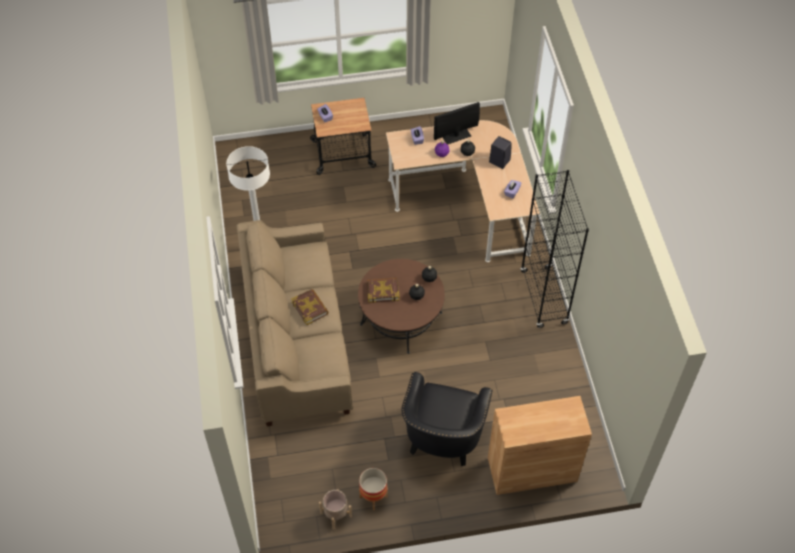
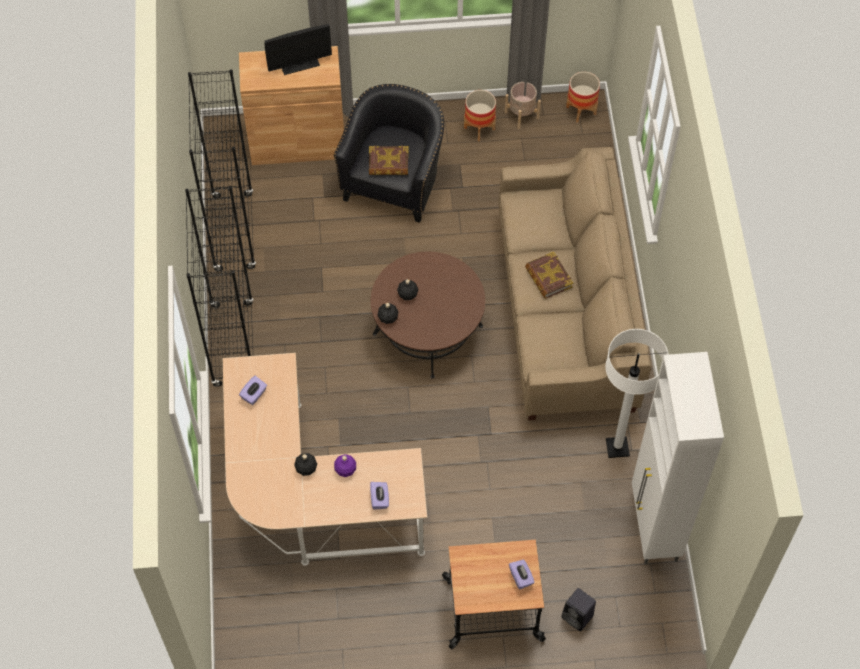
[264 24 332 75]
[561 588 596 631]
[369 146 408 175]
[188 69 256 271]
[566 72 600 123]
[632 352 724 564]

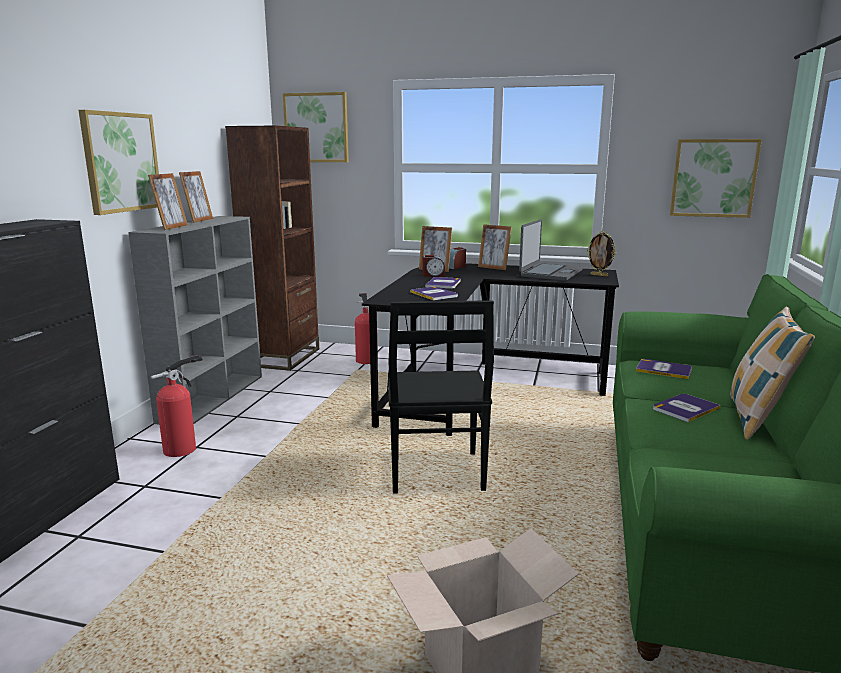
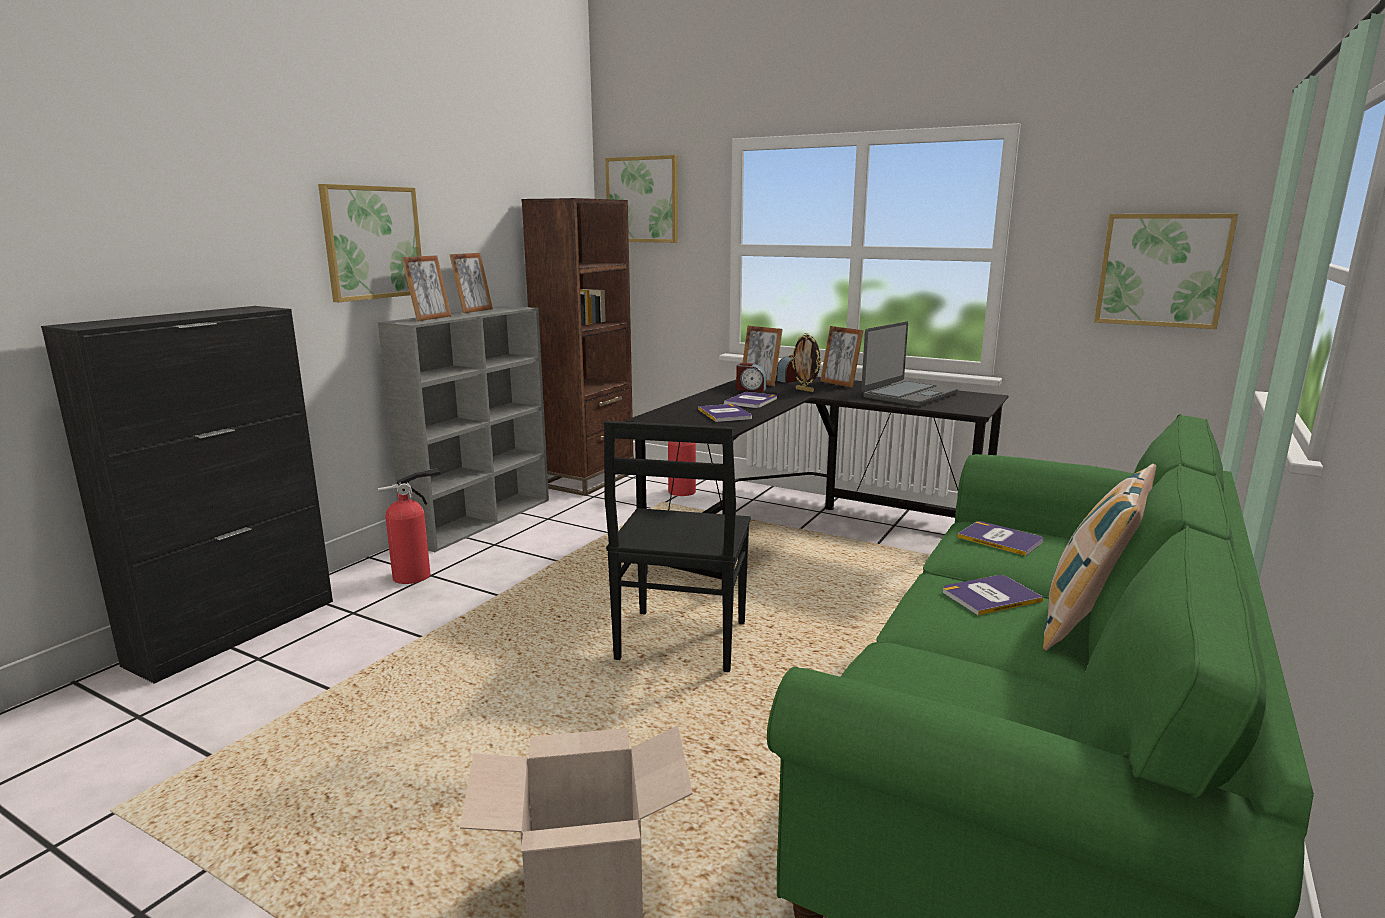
[791 333 821 392]

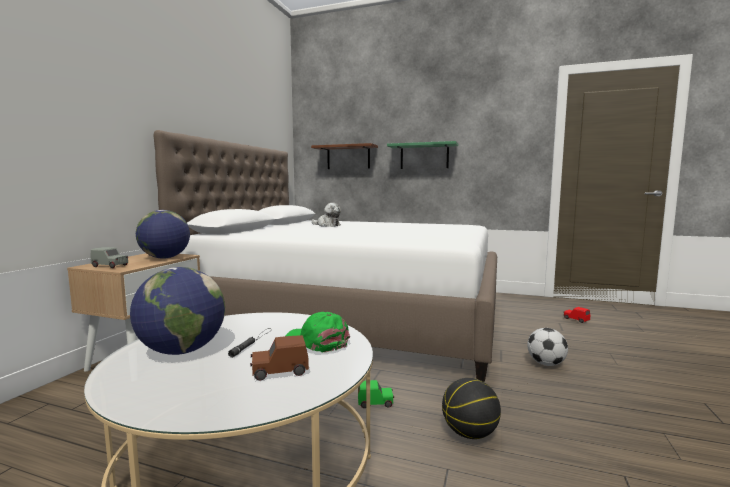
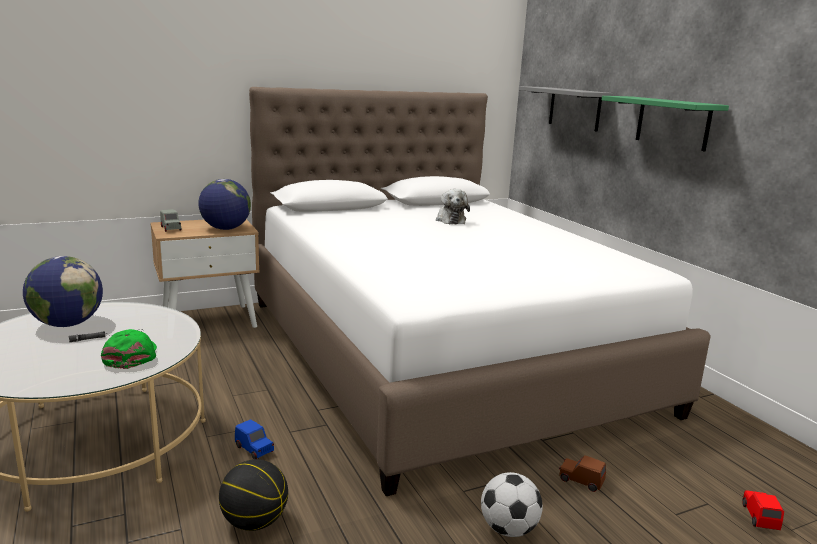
[519 86 613 132]
[559 455 606 492]
[235 420 274 459]

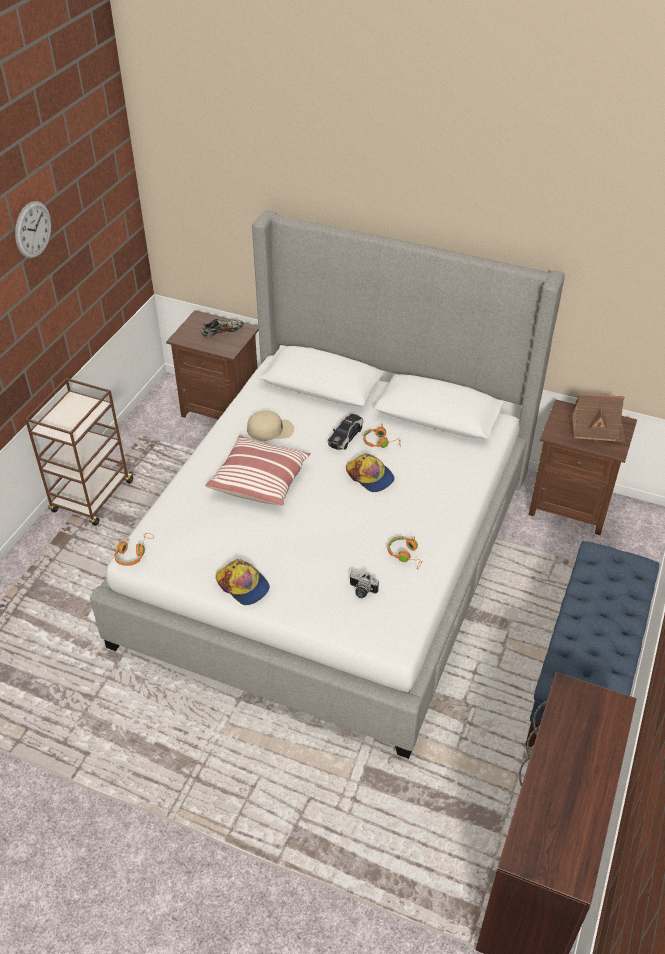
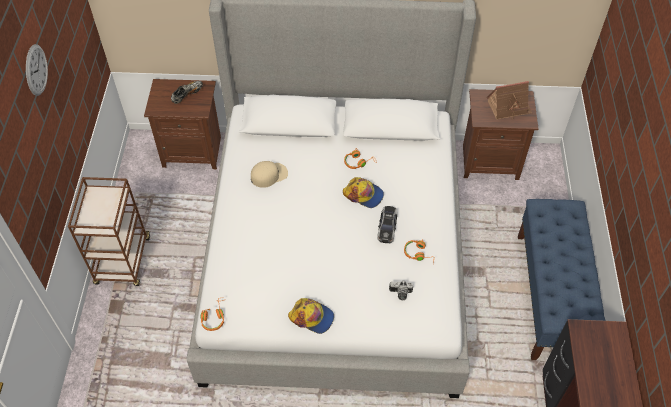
[377 206 397 244]
[205 435 311 506] (first image)

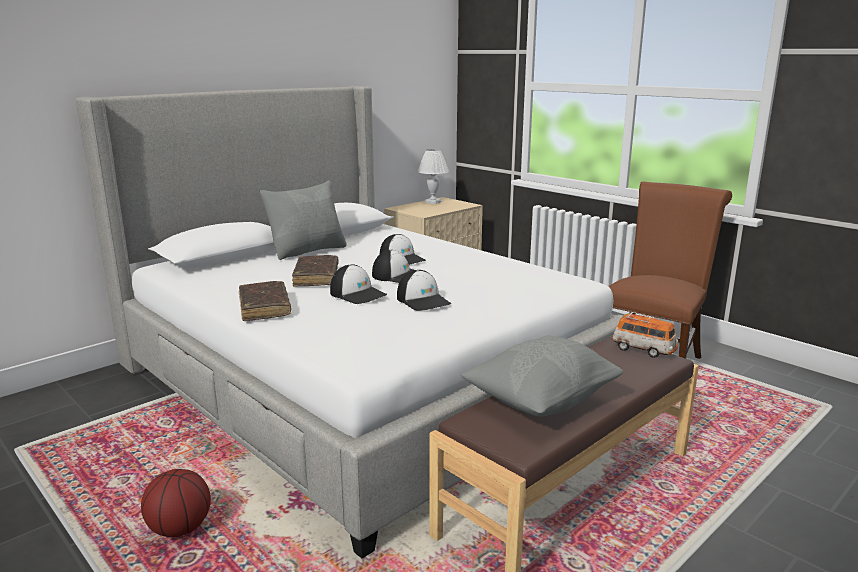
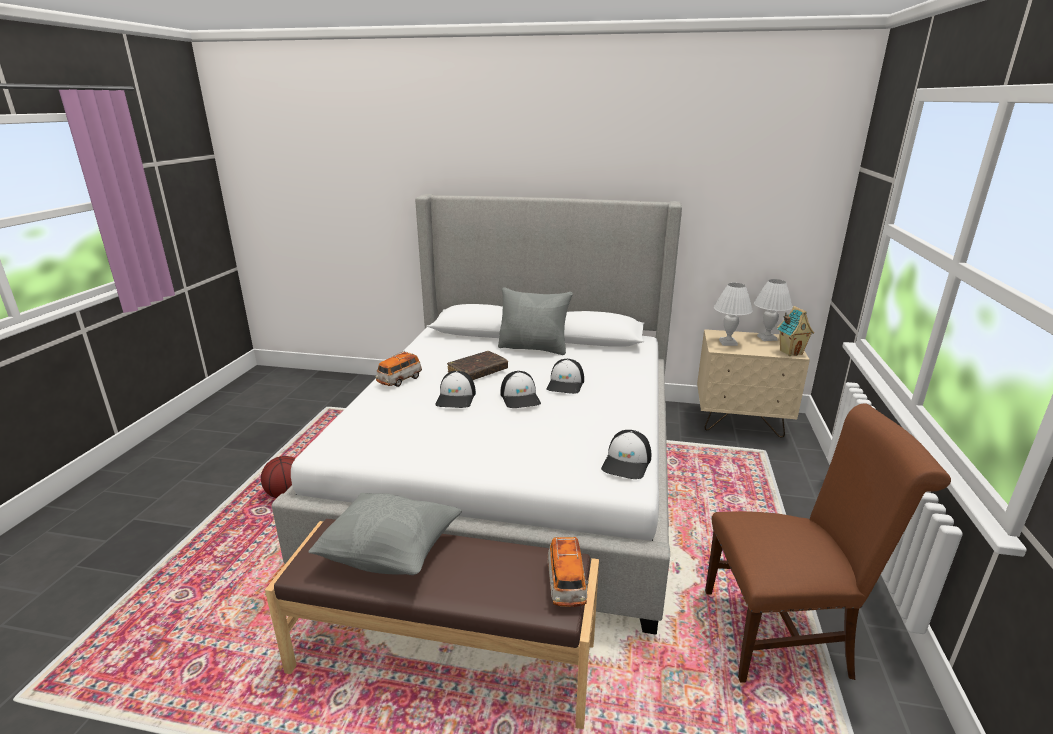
[601 430 651 479]
[376 351 422 387]
[714 283 753 346]
[777 306 814 356]

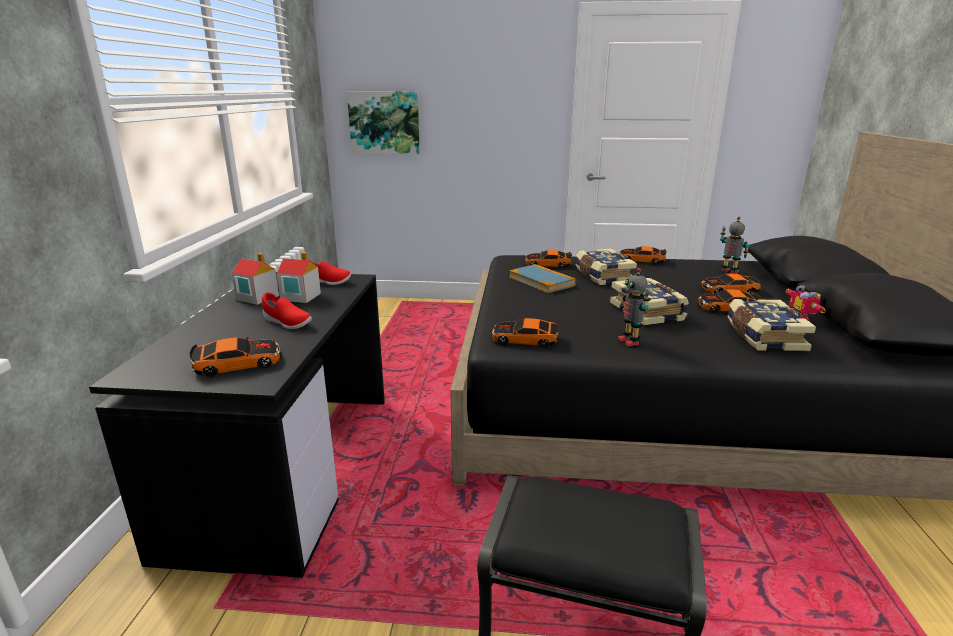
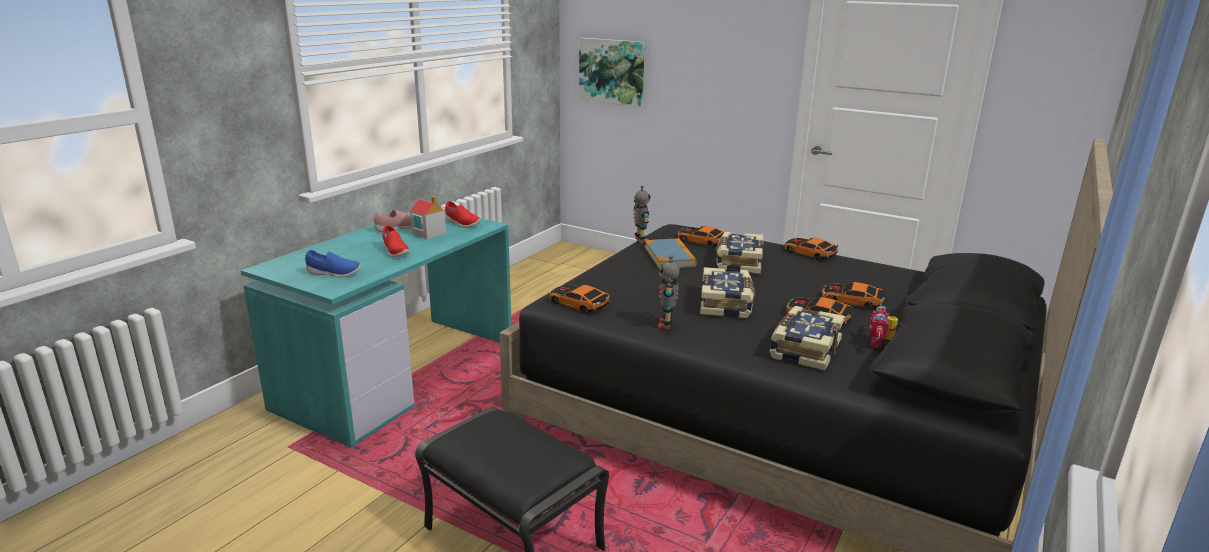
[633 185 651 243]
[374 210 411 232]
[241 212 511 447]
[305 250 361 278]

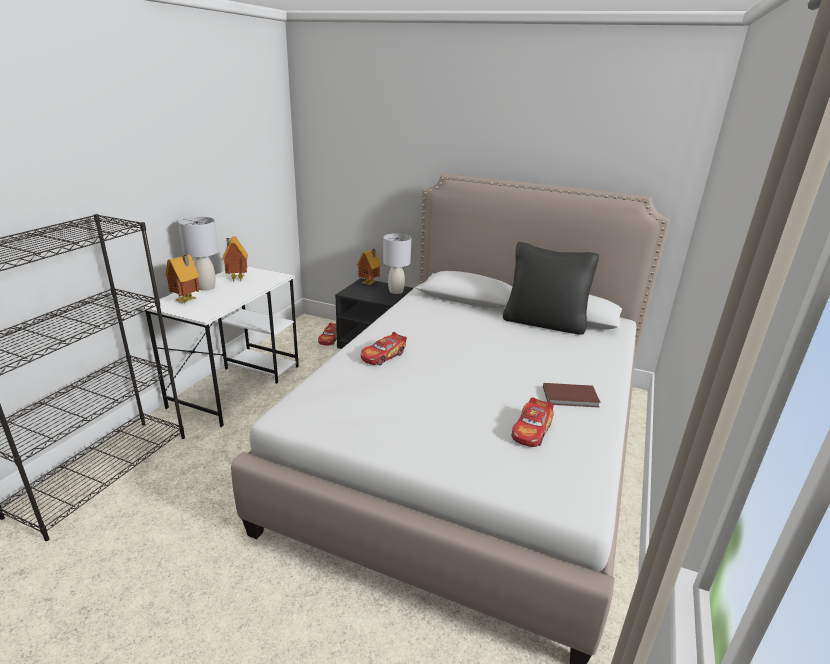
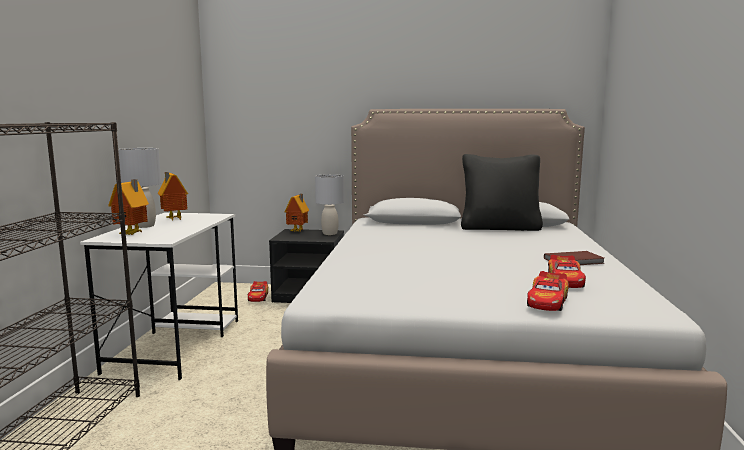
[527 271 569 311]

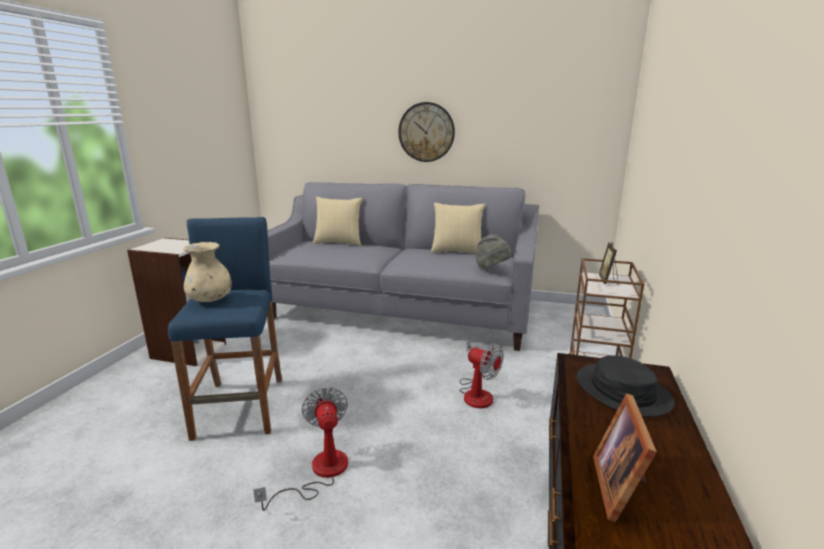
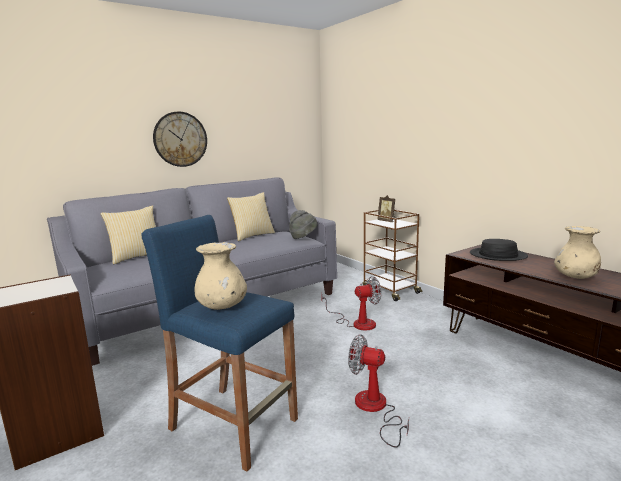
[554 226 601 279]

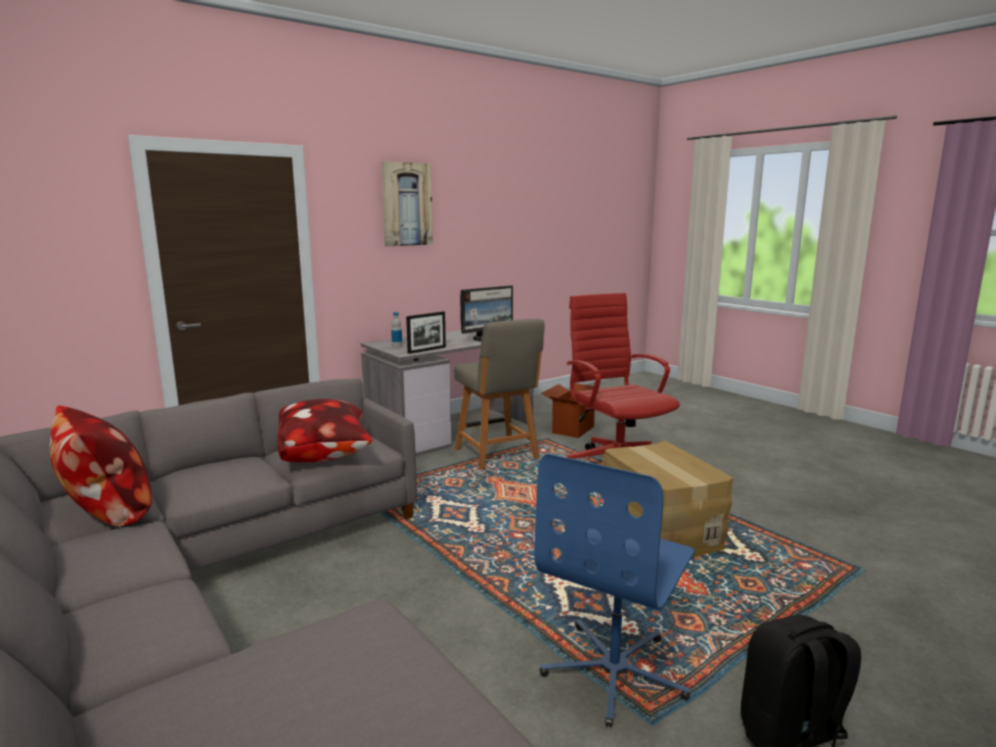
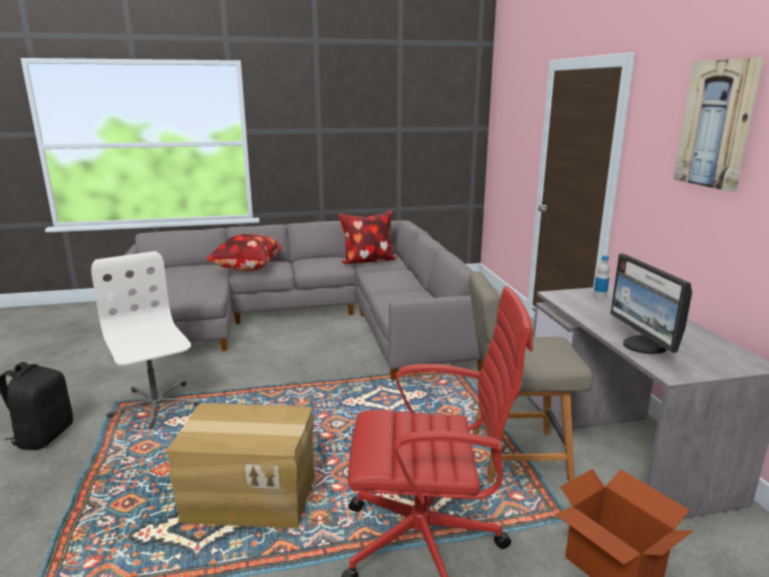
[406 311 446 354] (first image)
[207 234 282 271]
[91 251 200 428]

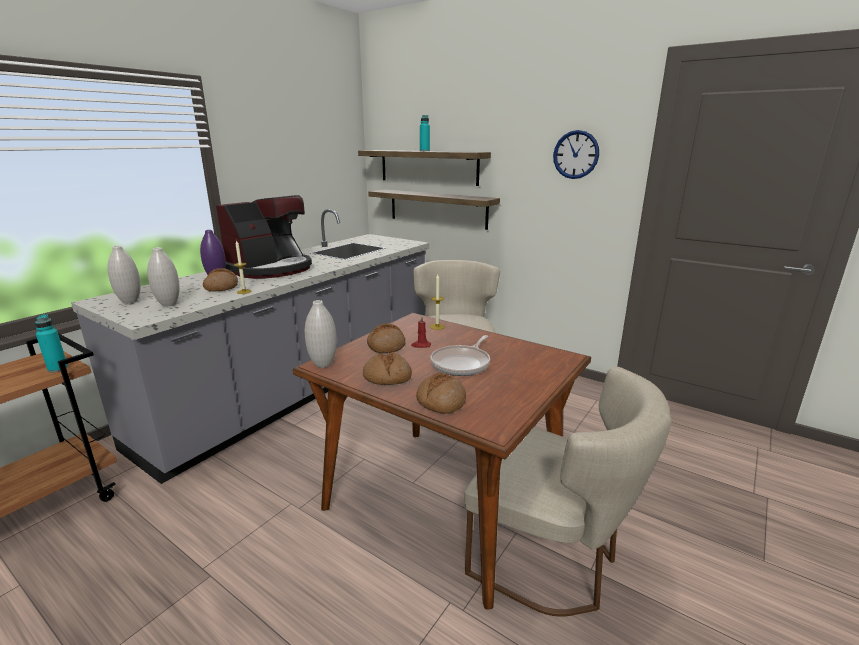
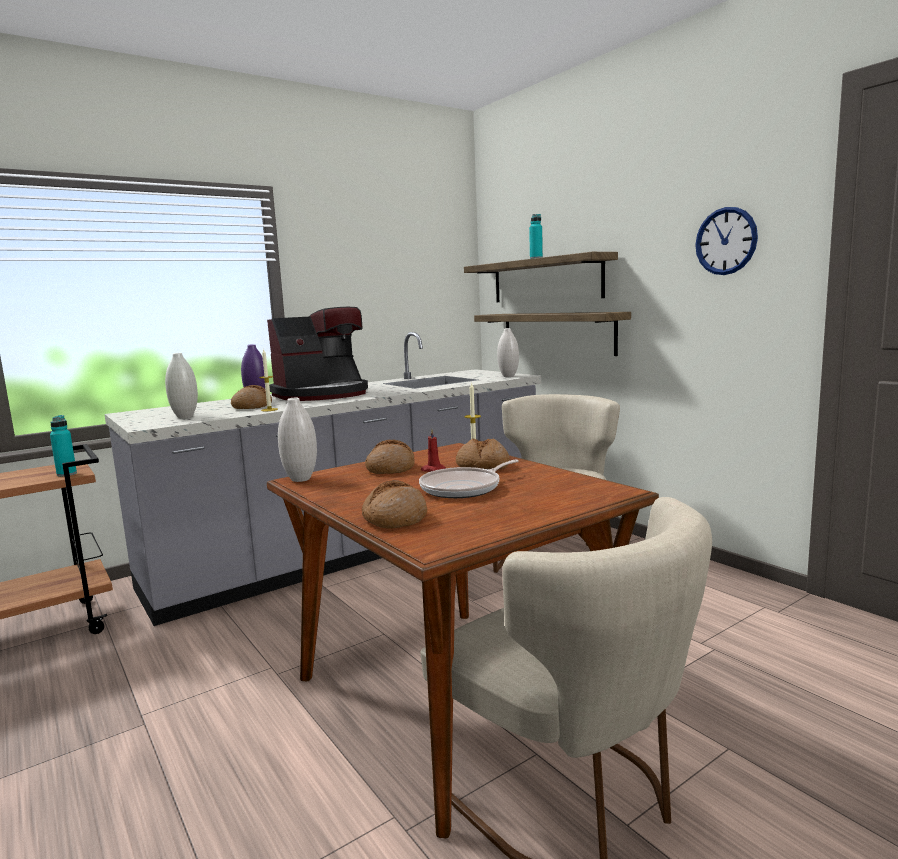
[497 328 519 377]
[456 438 510 469]

